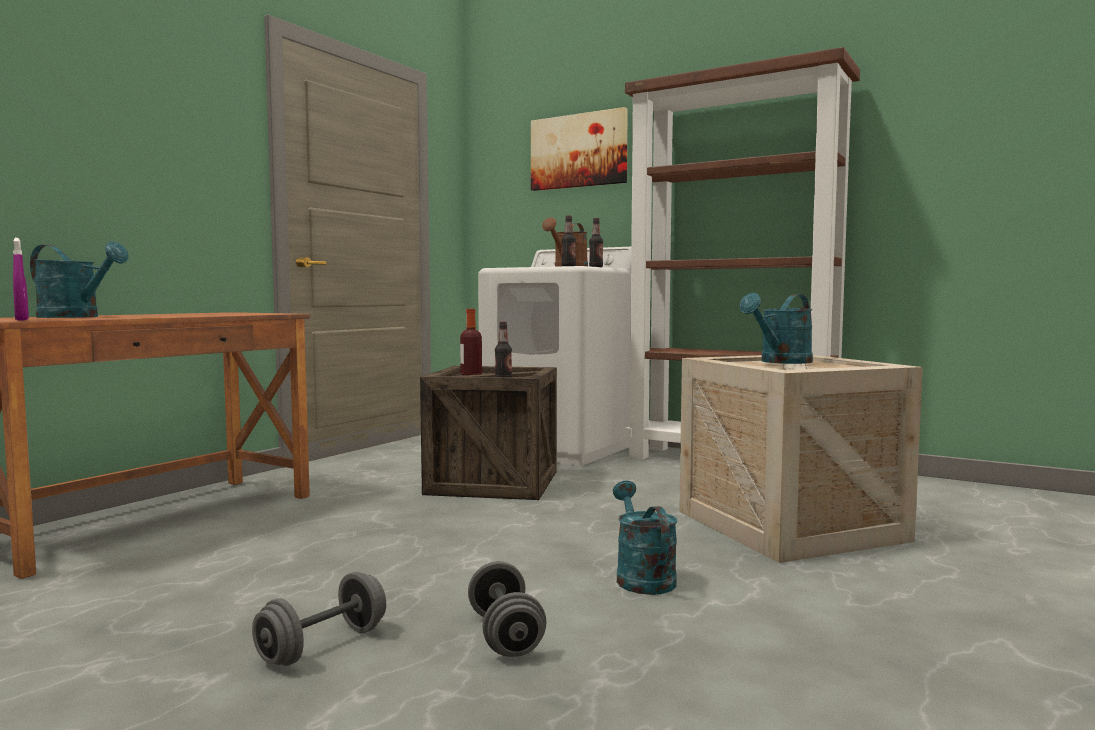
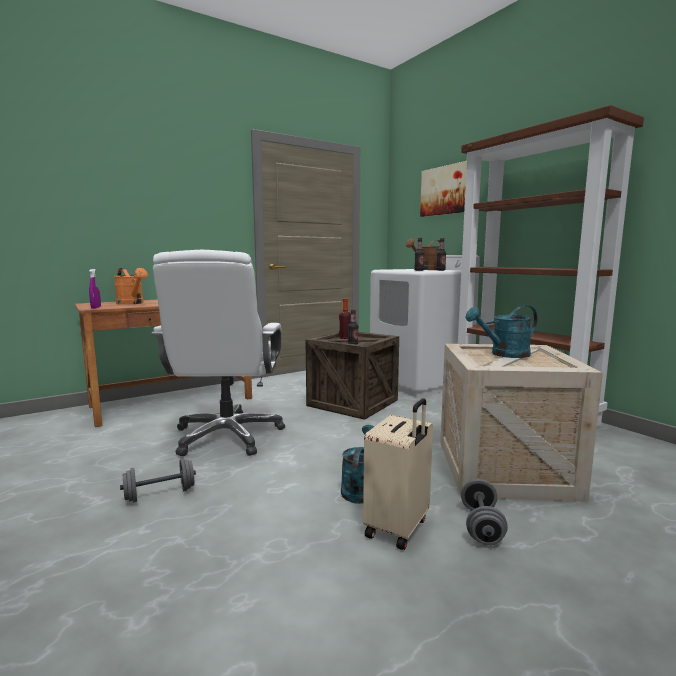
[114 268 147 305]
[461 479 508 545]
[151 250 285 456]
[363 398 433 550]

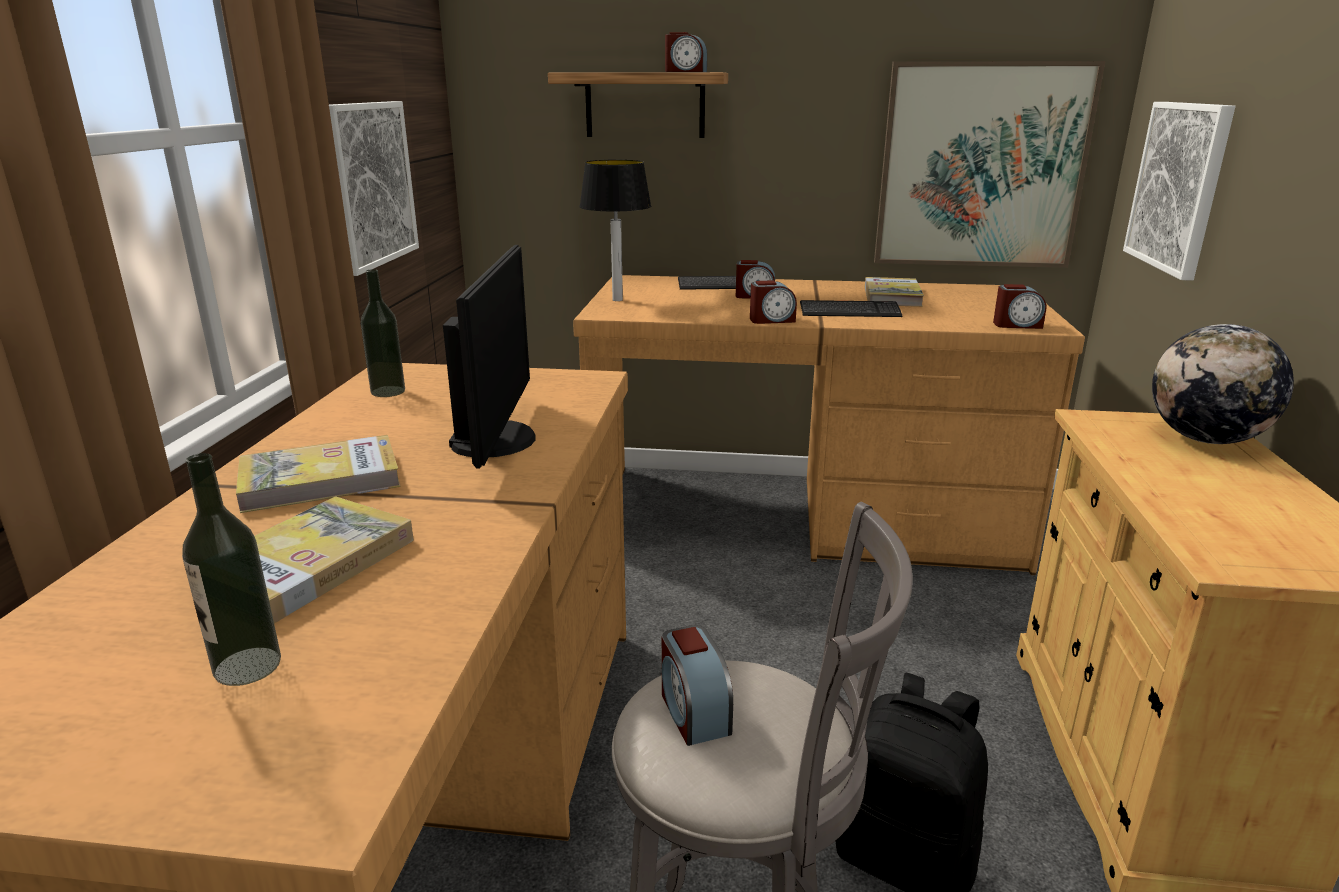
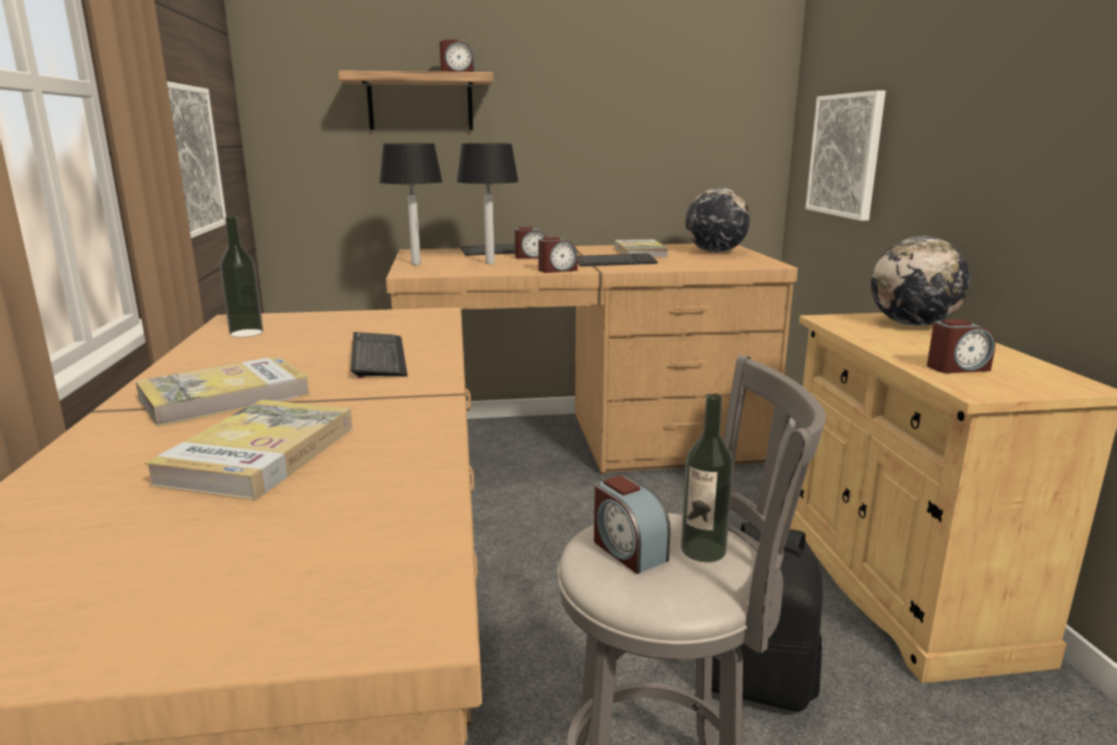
[874 61 1106 268] (first image)
[351 332 408 379]
[927 319 995 373]
[681 393 734 562]
[457 143 519 264]
[686 188 750 253]

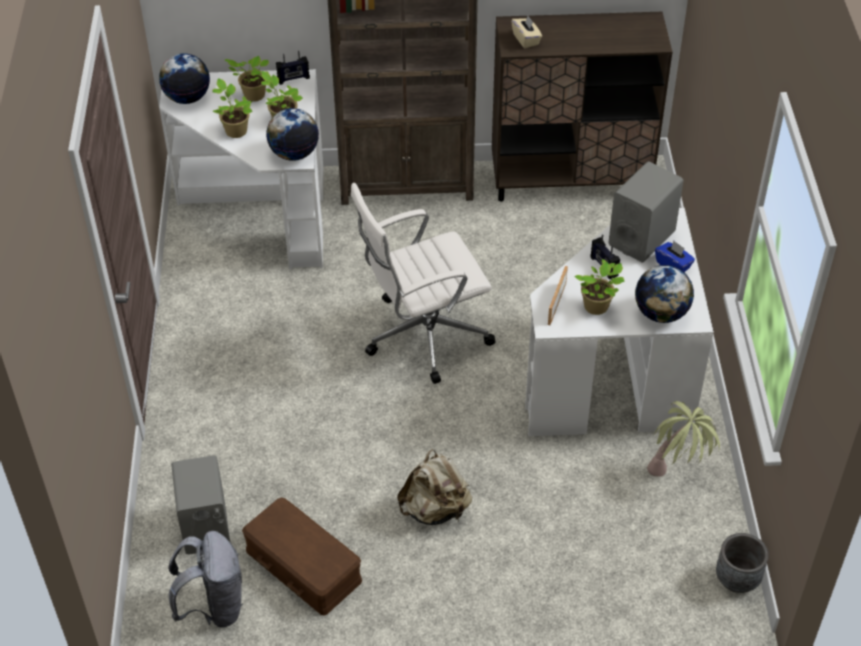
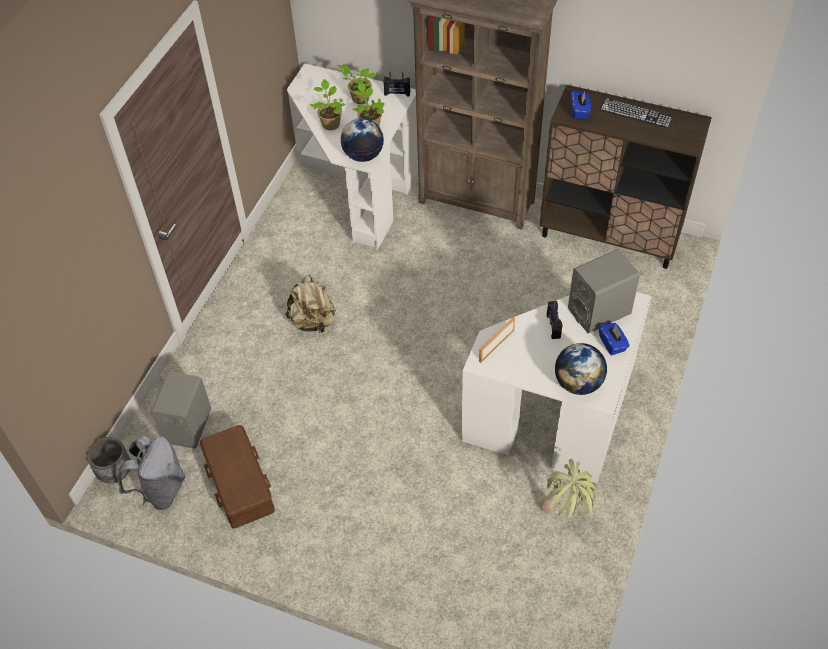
[571 91 591 119]
[159 53 210 104] (first image)
[351 183 496 384] (first image)
[574 259 625 315] (first image)
[286 275 336 333]
[87 437 130 483]
[600 98 672 128]

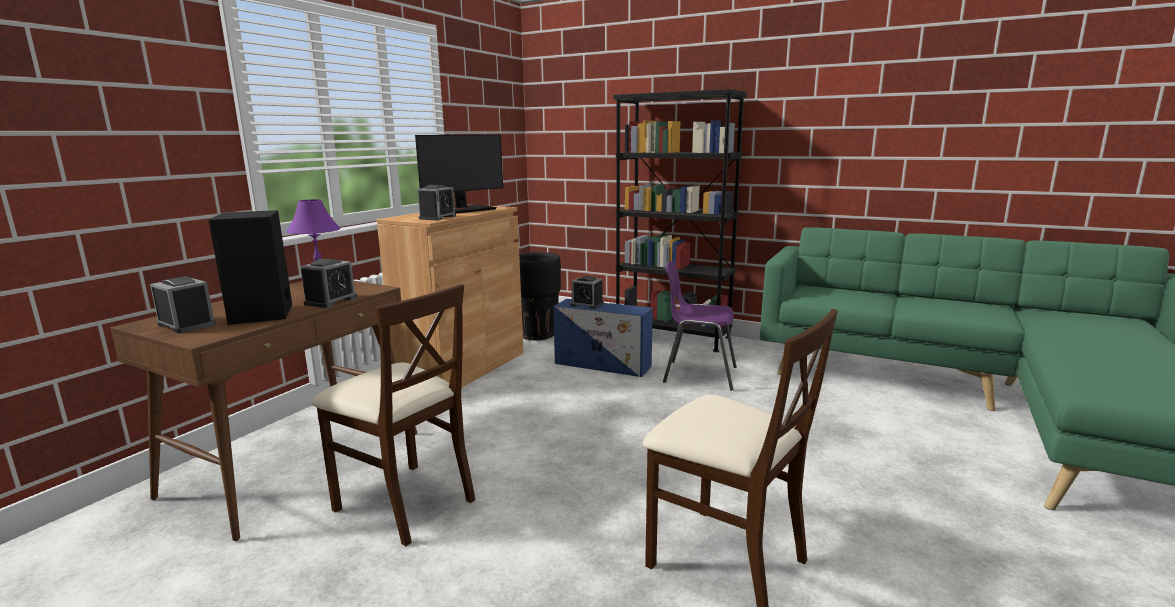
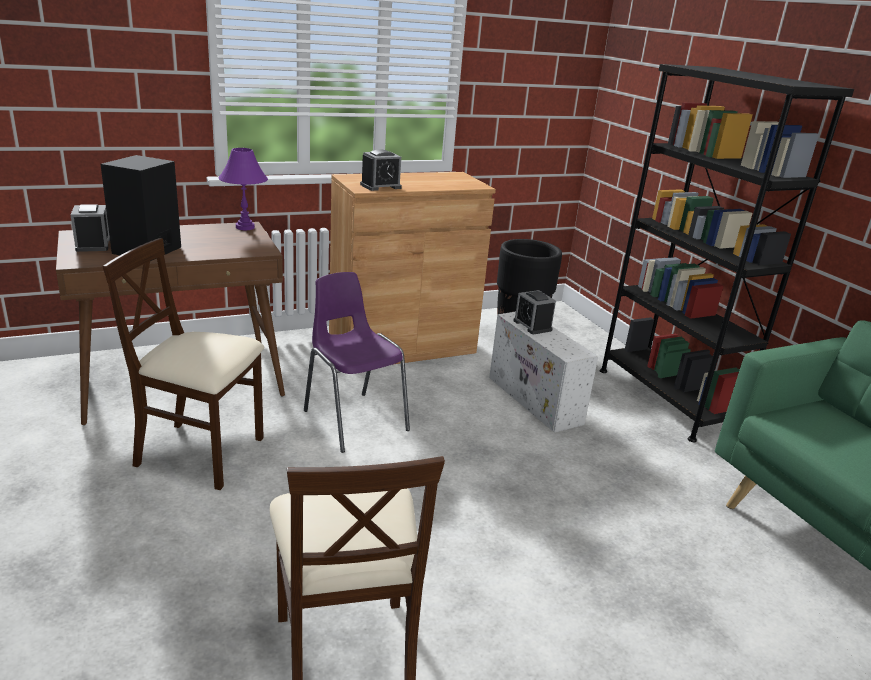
[415 134 503 214] (first image)
[301 259 357 308] (first image)
[304 272 410 453]
[103 238 264 490]
[489 312 598 433]

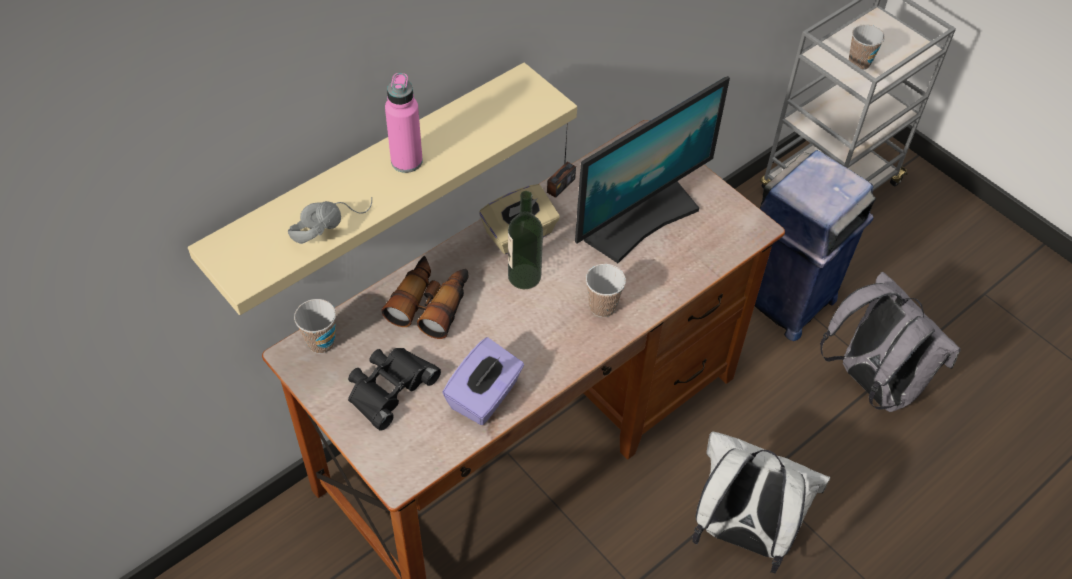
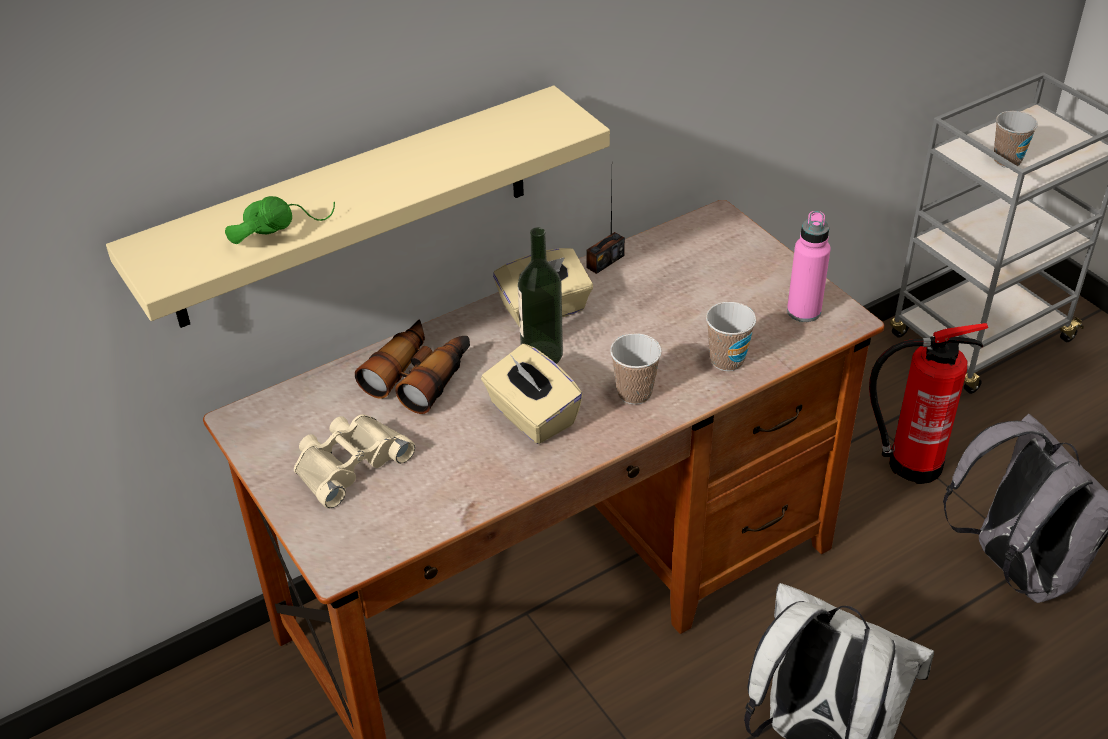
[787 211 831 322]
[575 76 730 263] (first image)
[869 323 988 484]
[225 196 335 244]
[706 302 756 371]
[442 337 524 425] (first image)
[294 414 415 509]
[481 344 583 444]

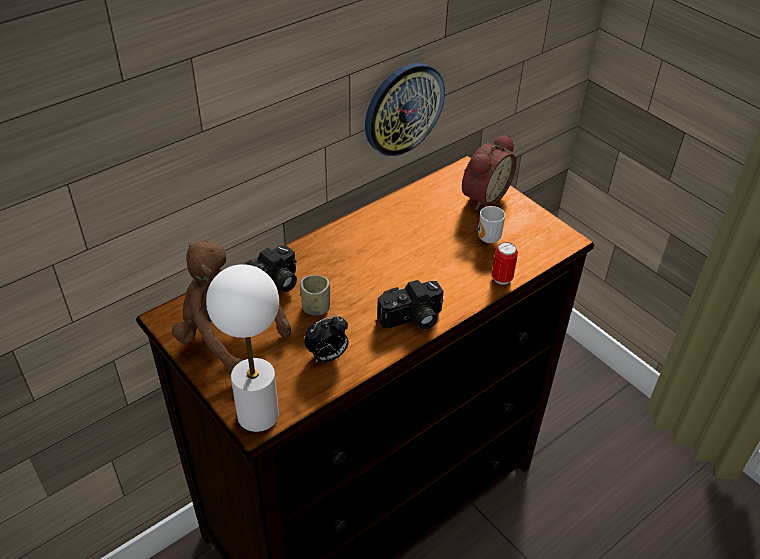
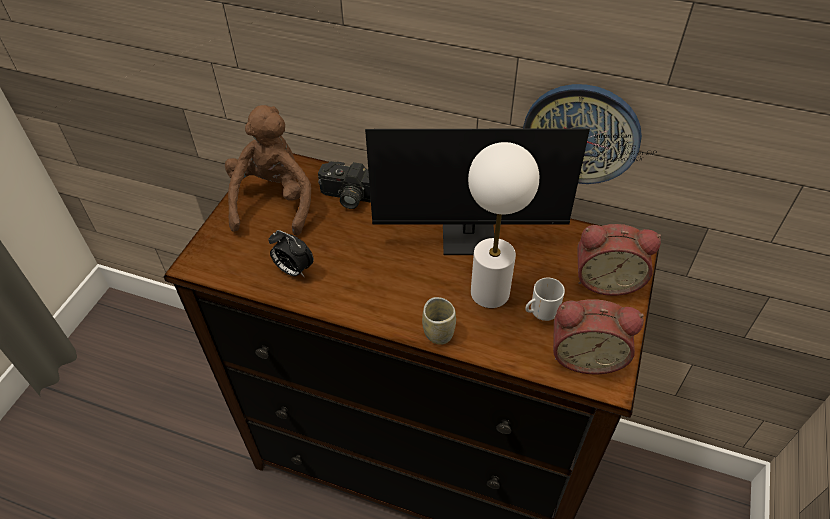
[492 242 518 285] (first image)
[468 142 539 308]
[422 297 456 345]
[377 280 443 329] (first image)
[365 128 657 255]
[553 299 644 374]

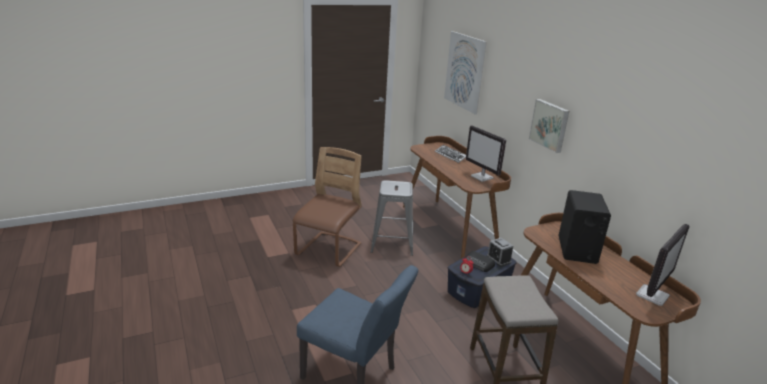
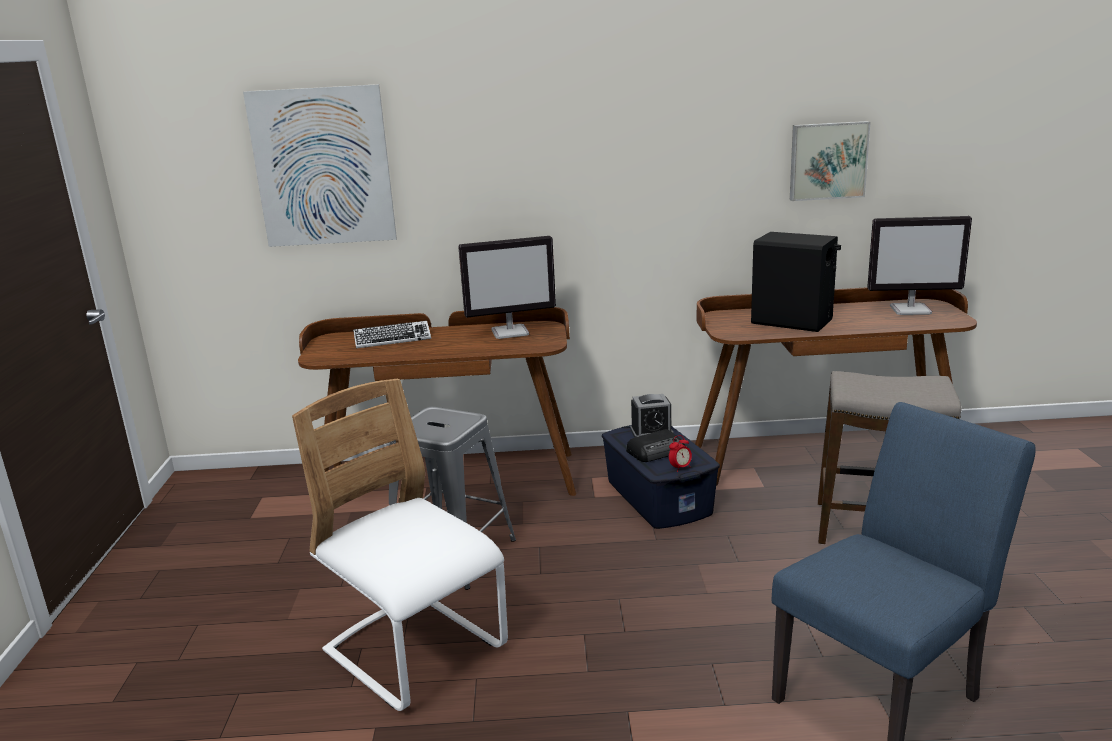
[790 121 871 201]
[292 379 508 711]
[867 216 972 315]

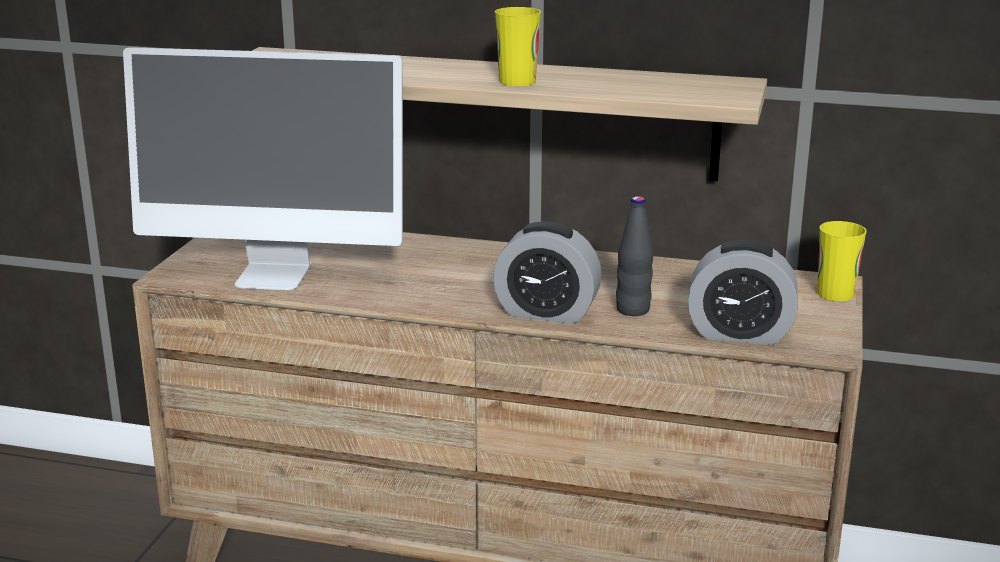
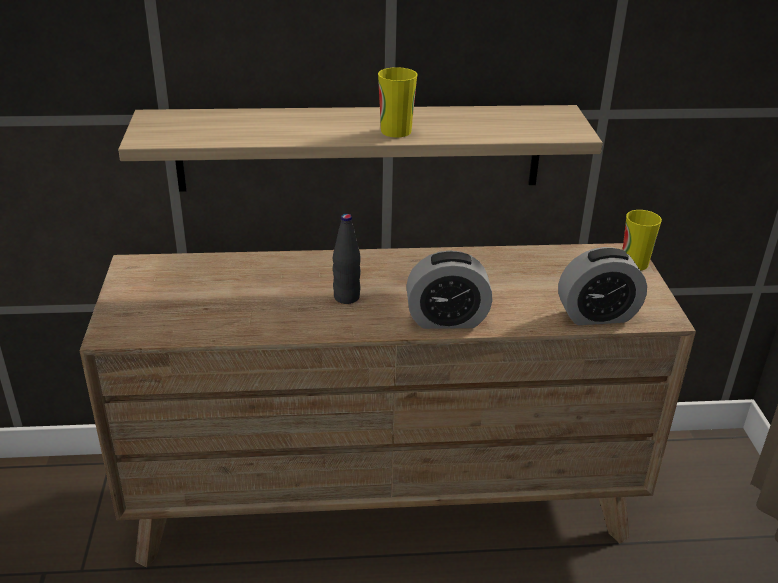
[123 47 403 290] (first image)
[333 214 361 304]

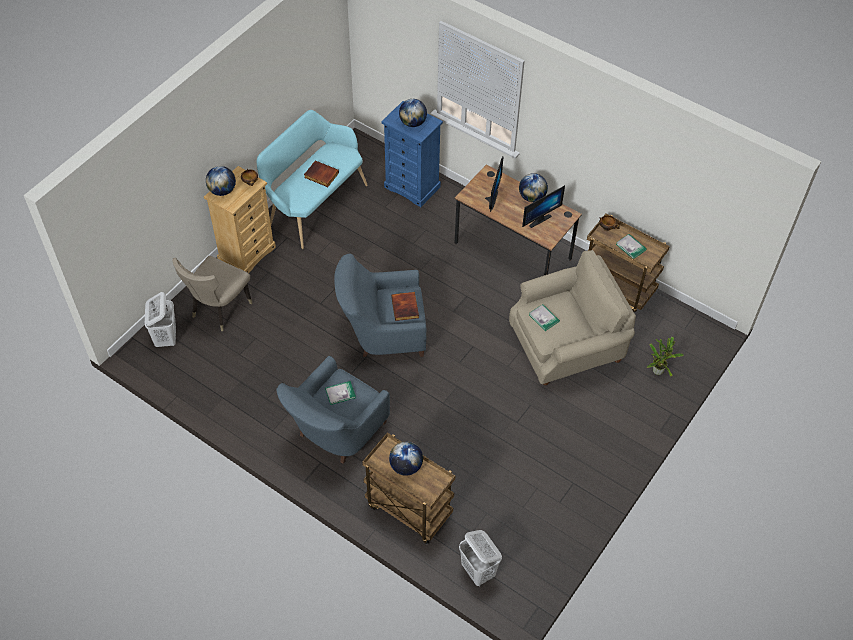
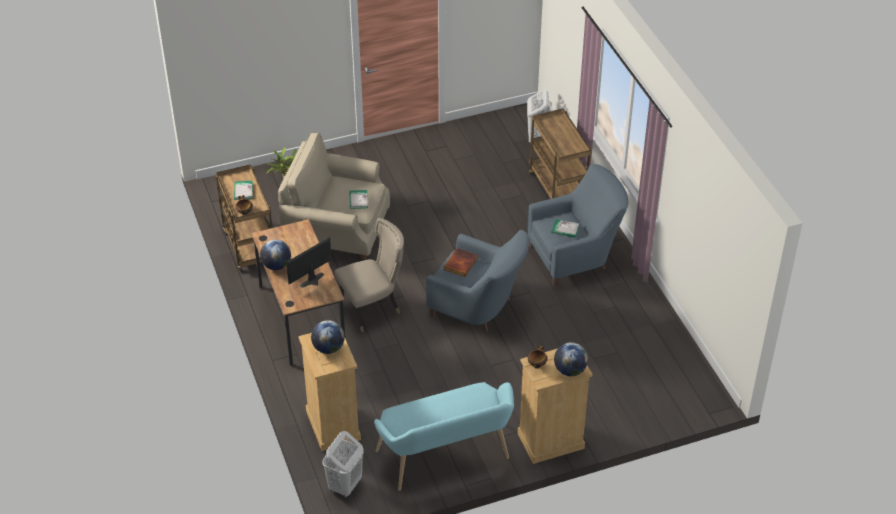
[298 333 361 451]
[304 161 339 187] (first image)
[522 185 565 228] (first image)
[334 218 404 332]
[322 431 364 498]
[389 441 423 476] (first image)

